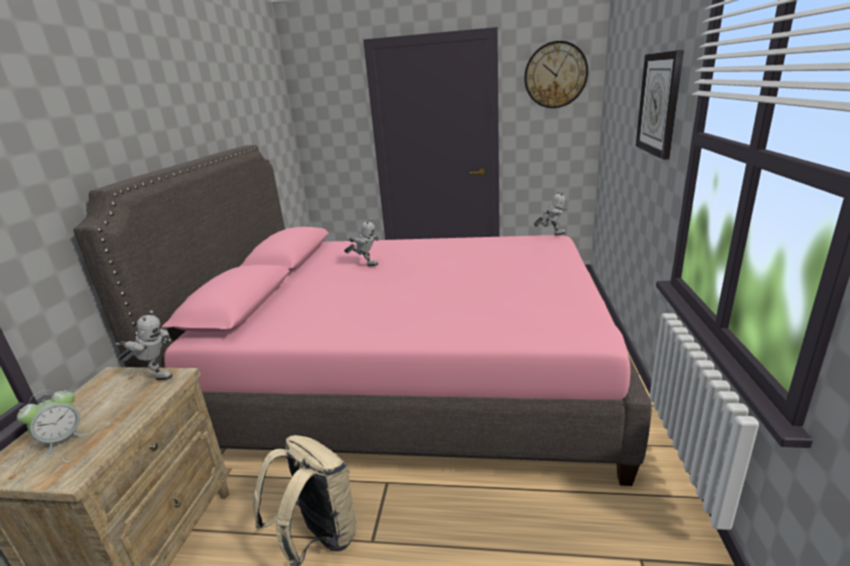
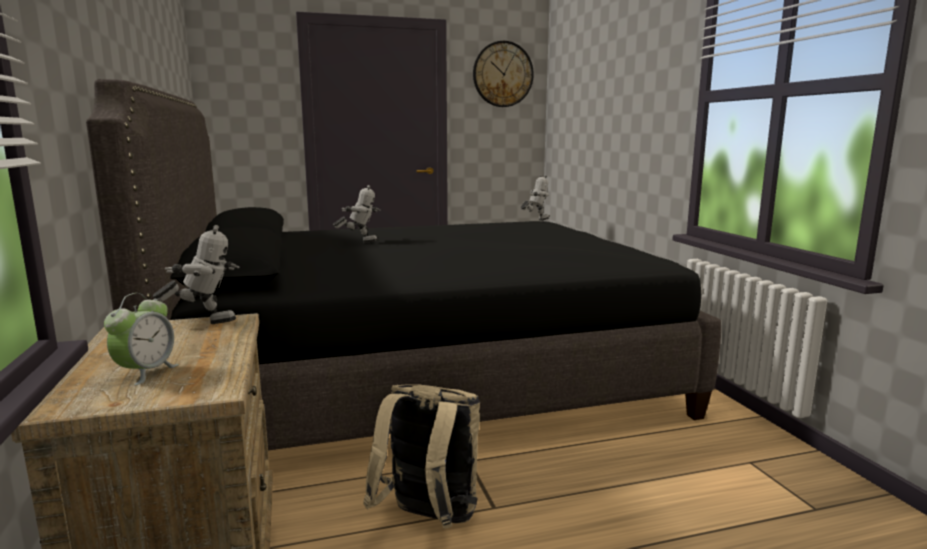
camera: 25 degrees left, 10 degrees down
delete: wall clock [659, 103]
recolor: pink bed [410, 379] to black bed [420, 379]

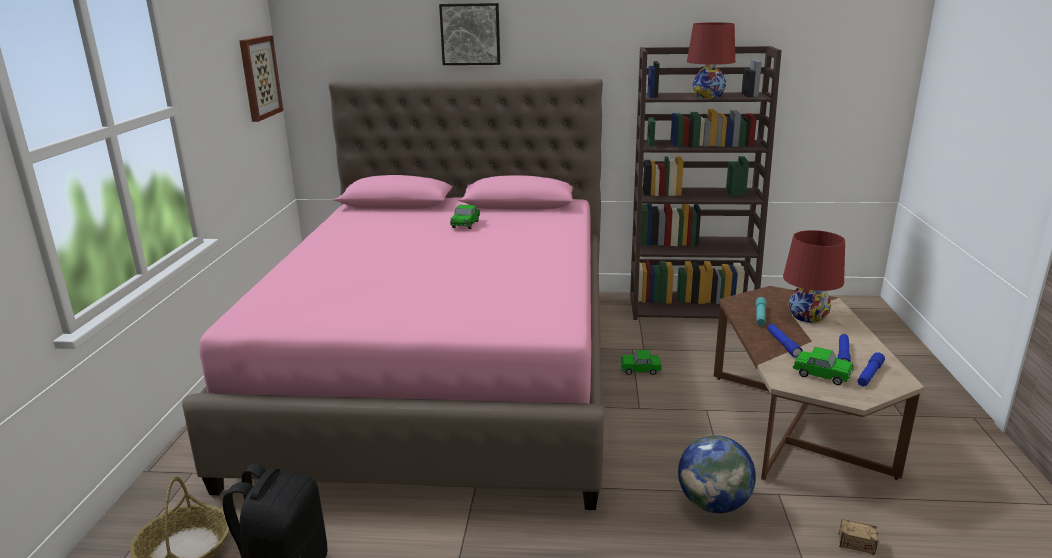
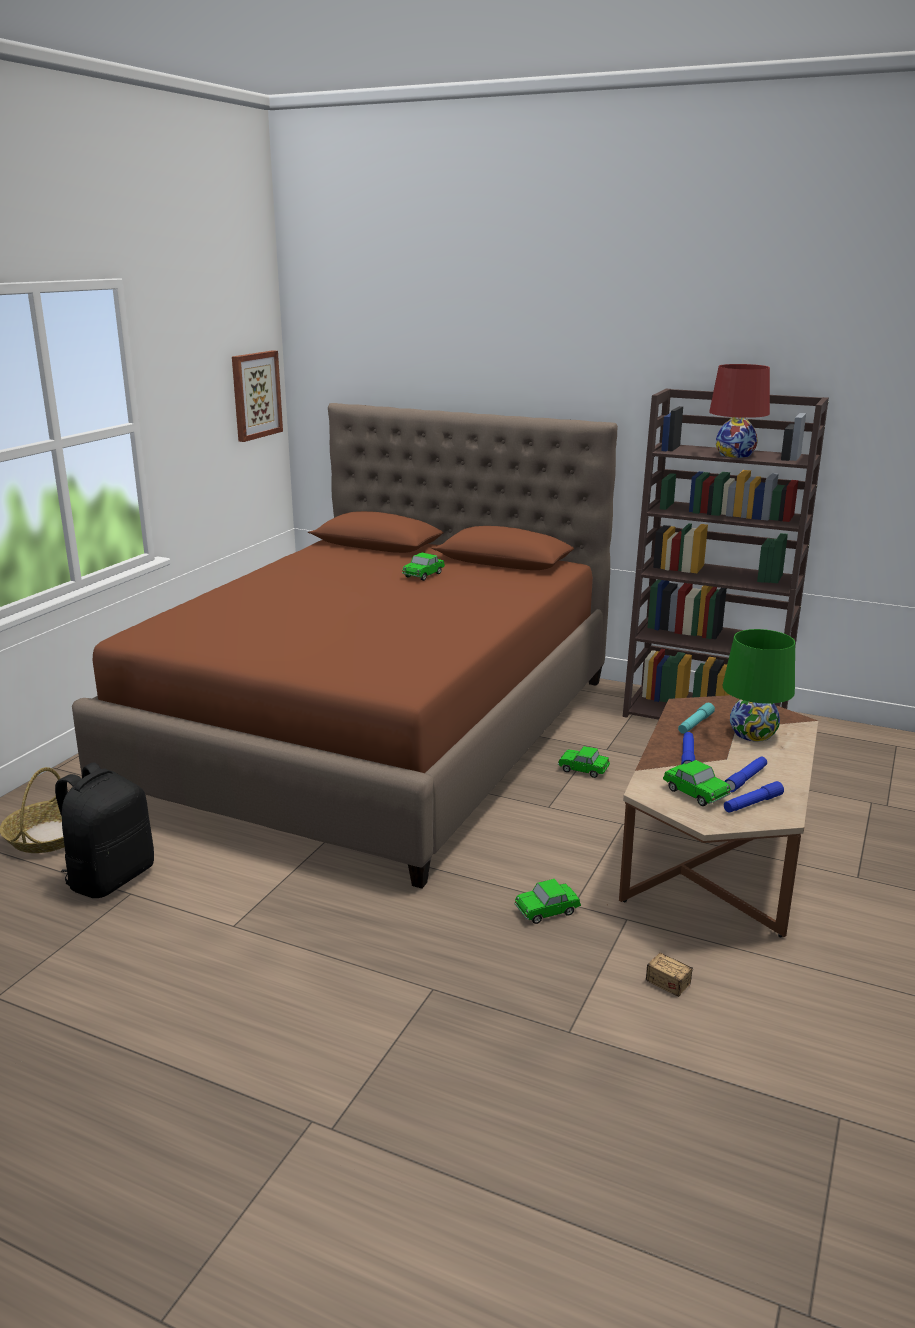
camera: 20 degrees right, 0 degrees up
delete: picture [470, 34]
replace: globe [713, 504] to toy car [547, 911]
recolor: pink bed [446, 371] to brown bed [376, 733]; red table lamp [808, 316] to green table lamp [752, 733]

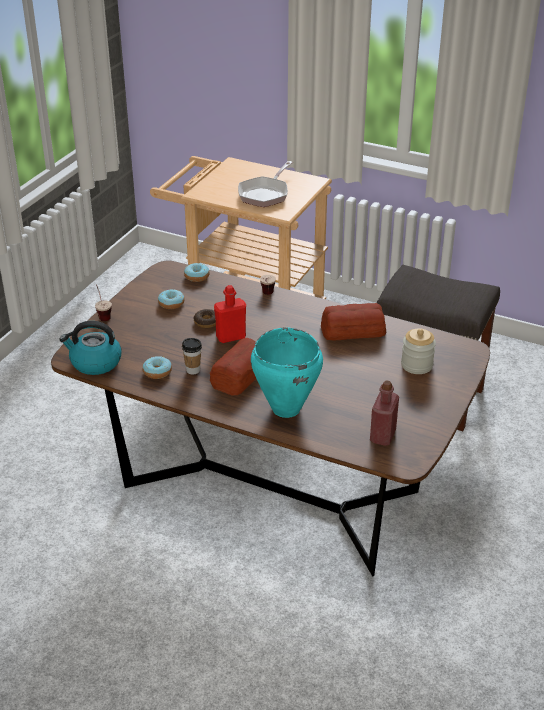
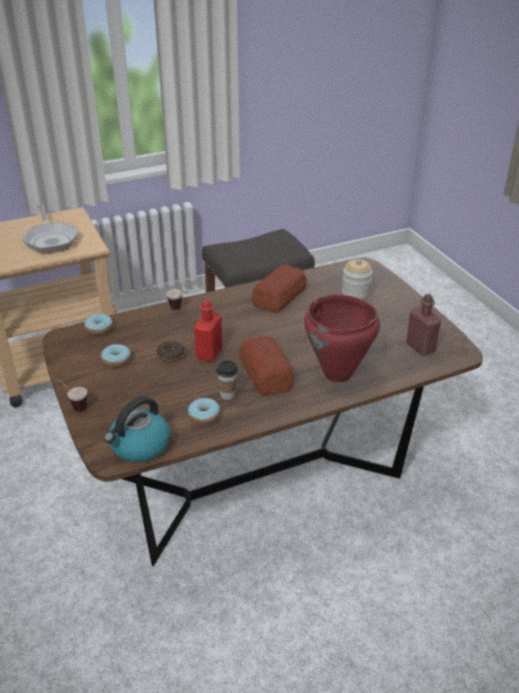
camera: 50 degrees left, 0 degrees up
recolor: turquoise cooking pot [285, 409] to red cooking pot [338, 374]

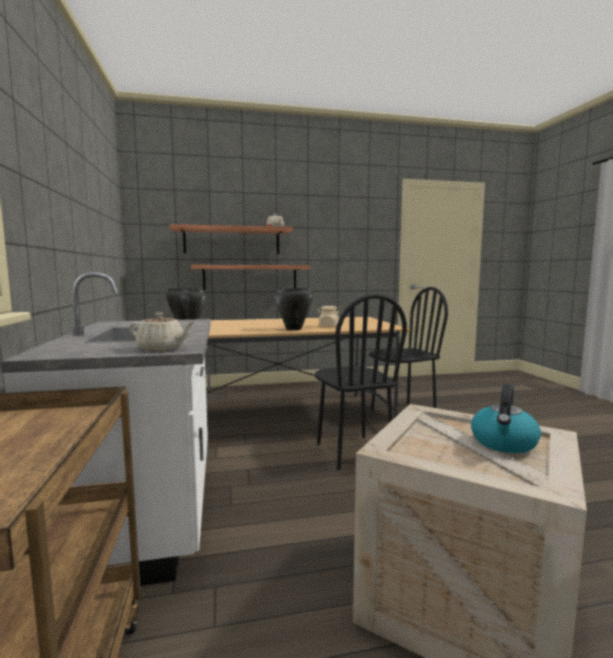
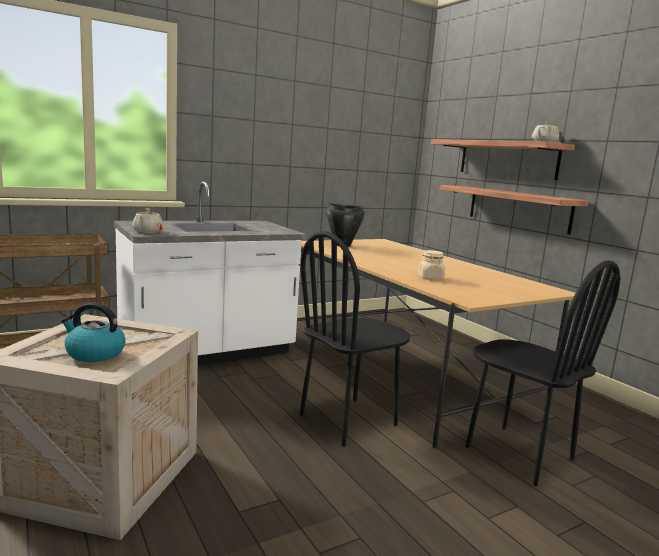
camera: 70 degrees right, 5 degrees up
delete: black cooking pot [293, 329]

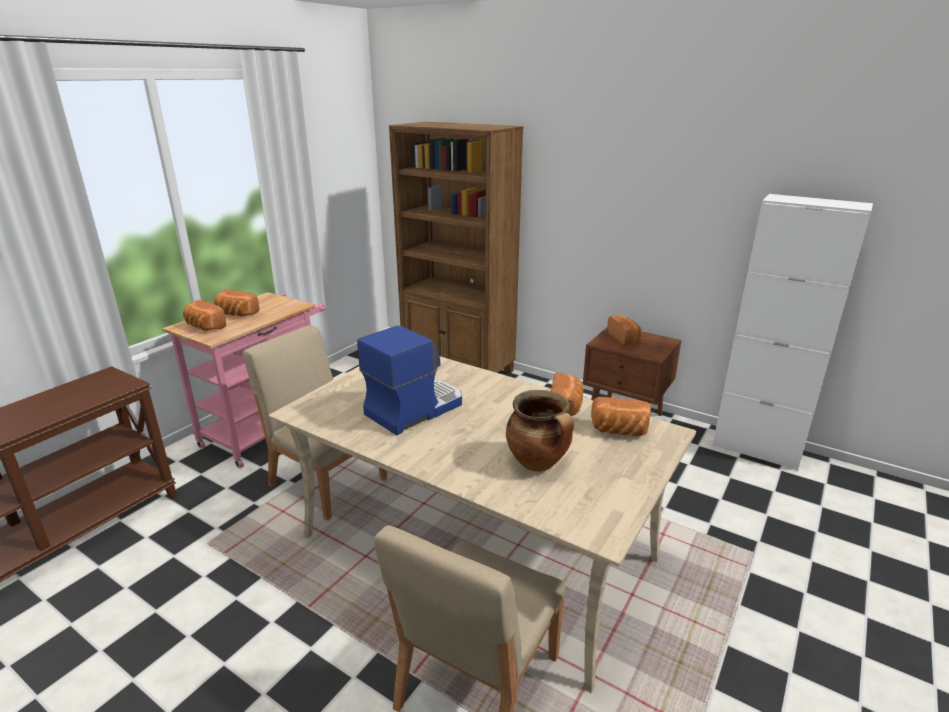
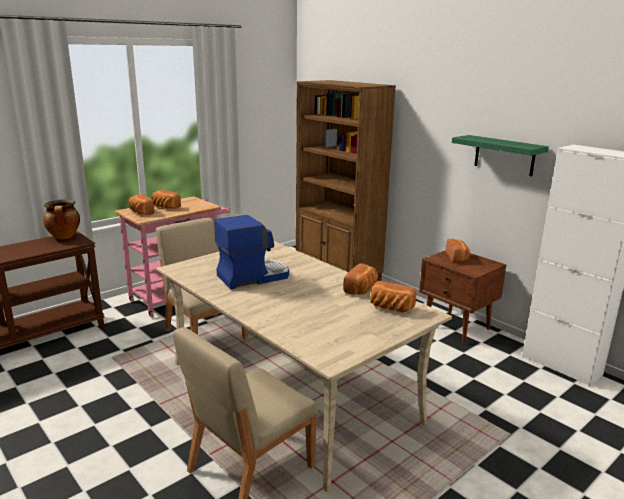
camera: 15 degrees right, 5 degrees down
insert: green shelf [504, 155]
move: cooking pot [539, 463] to [64, 237]

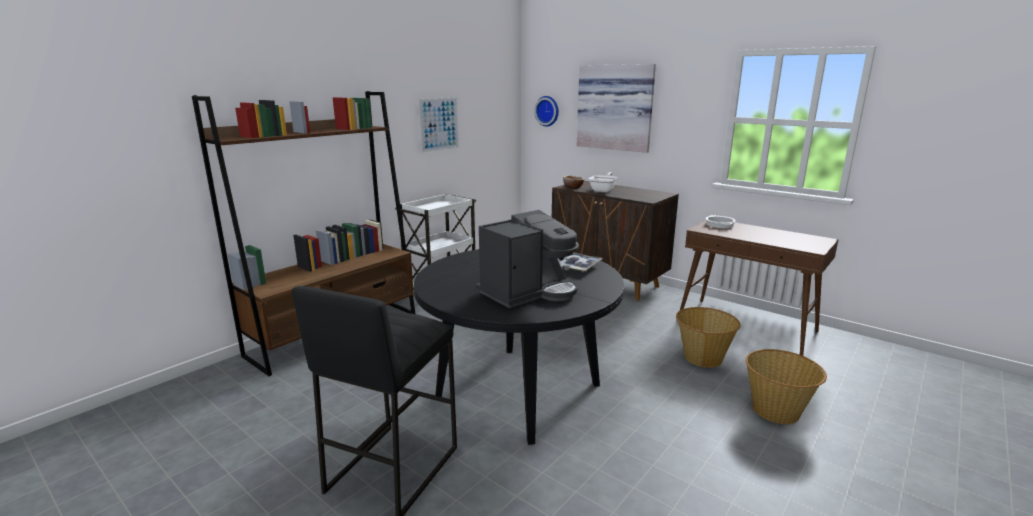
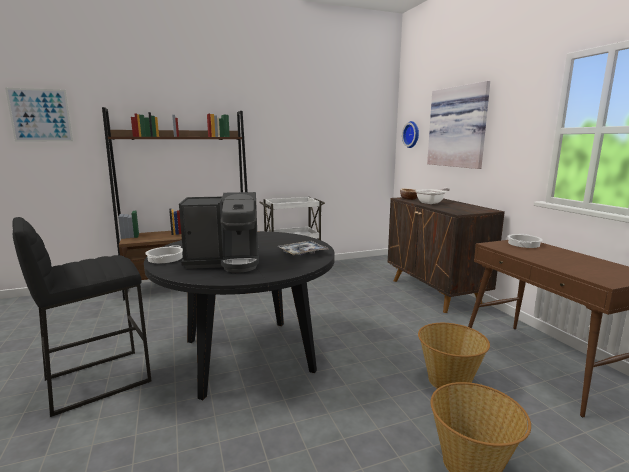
camera: 30 degrees right, 5 degrees down
insert: cooking pot [165, 258]
move: picture [439, 124] to [40, 115]

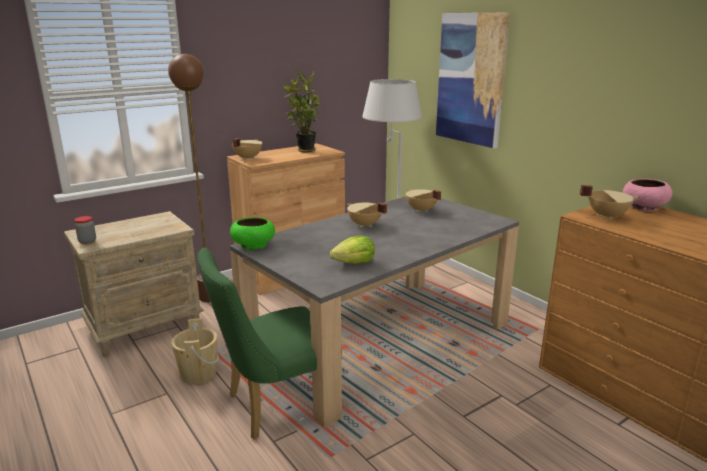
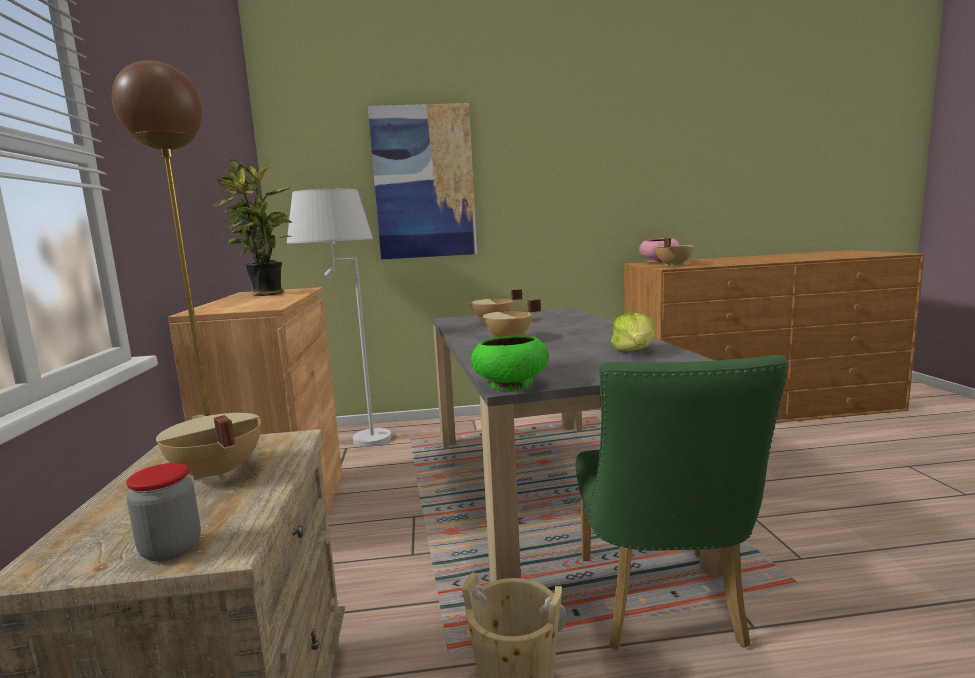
camera: 60 degrees left, 10 degrees down
move: beige cooking pot [247, 158] to [215, 474]

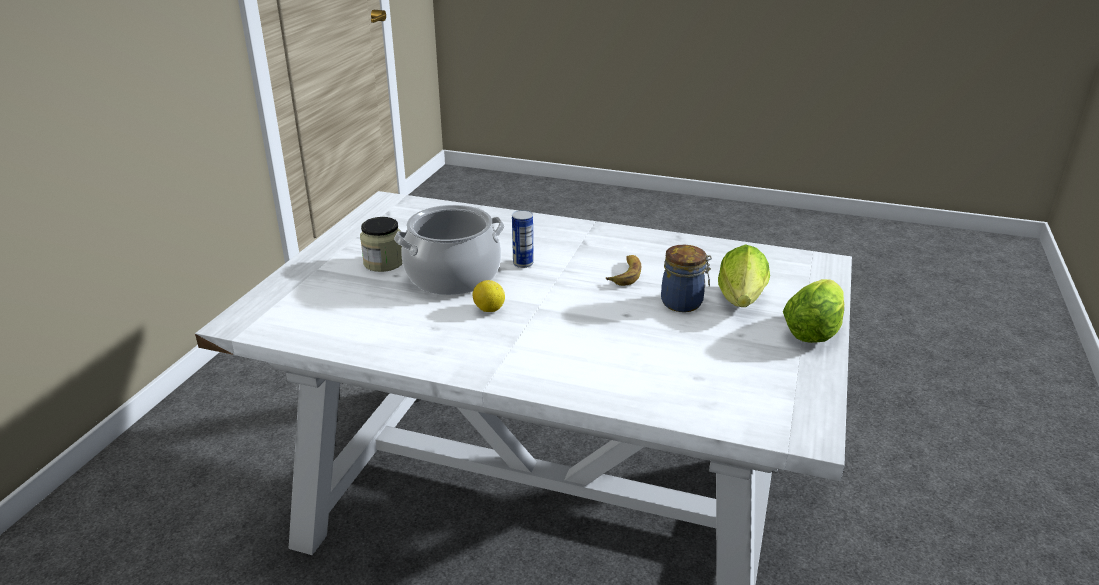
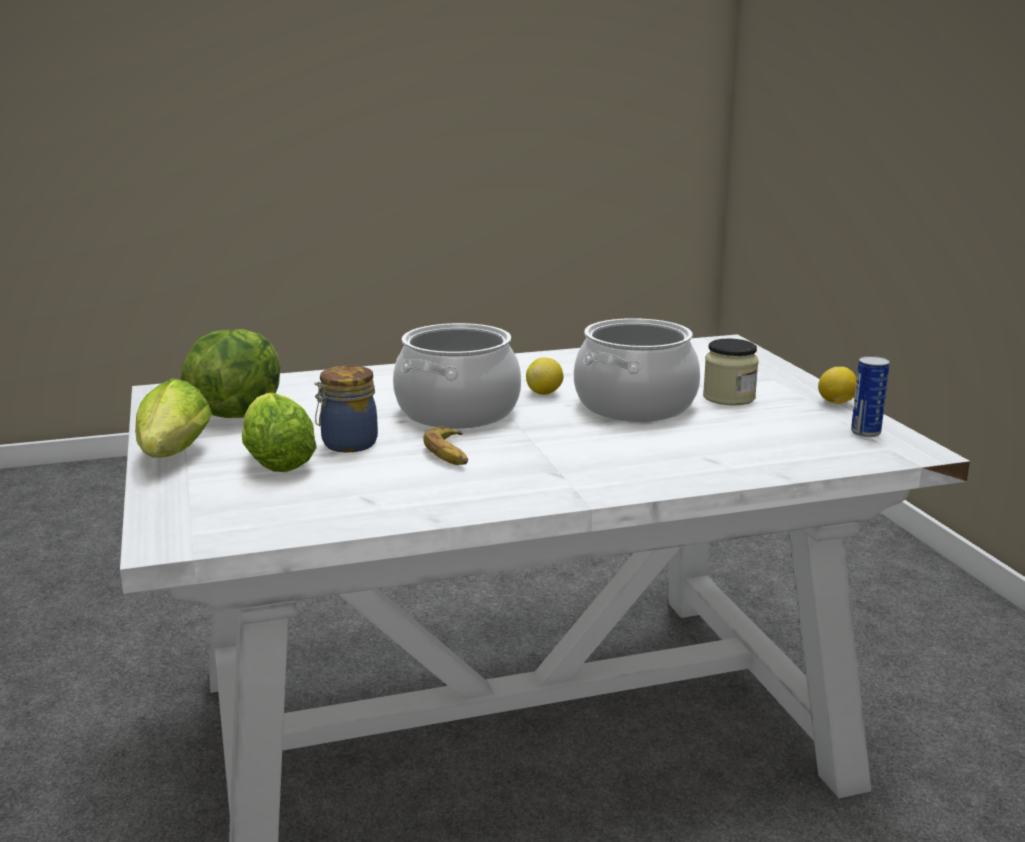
camera: 145 degrees right, 10 degrees down
insert: lettuce [235, 413]; cooking pot [457, 411]; lemon [836, 403]
move: can [523, 263] to [865, 432]

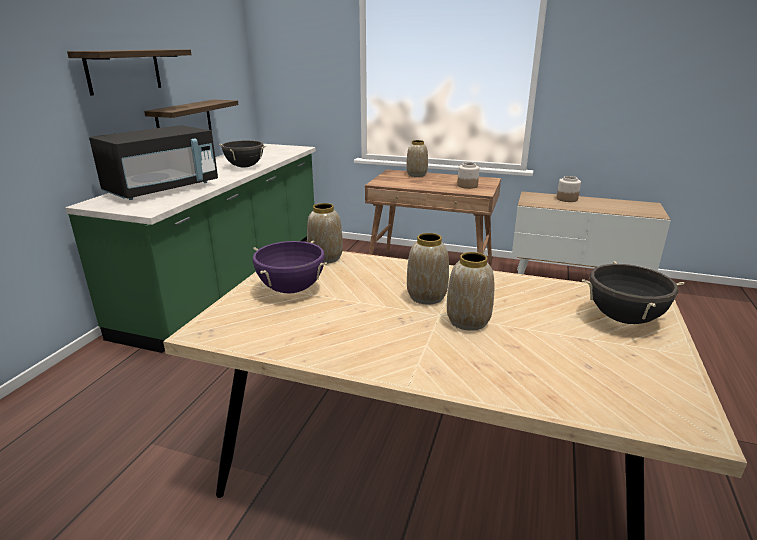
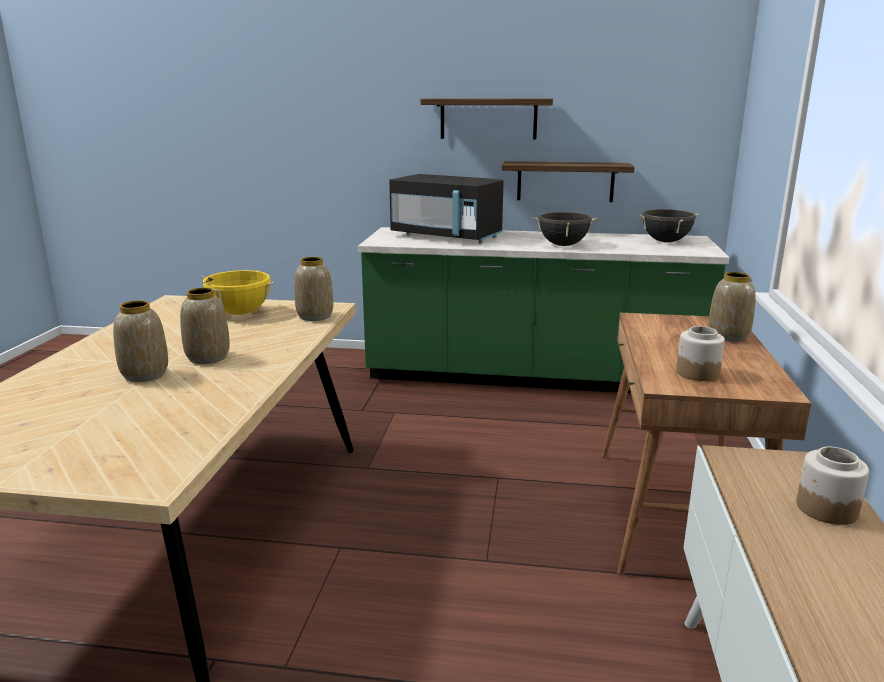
camera: 80 degrees right, 5 degrees down
move: black cooking pot [624, 319] to [665, 241]
recolor: purple cooking pot [291, 289] to yellow cooking pot [240, 313]

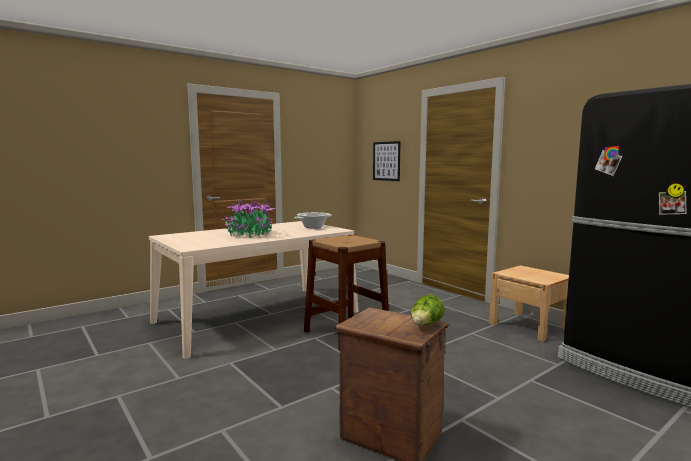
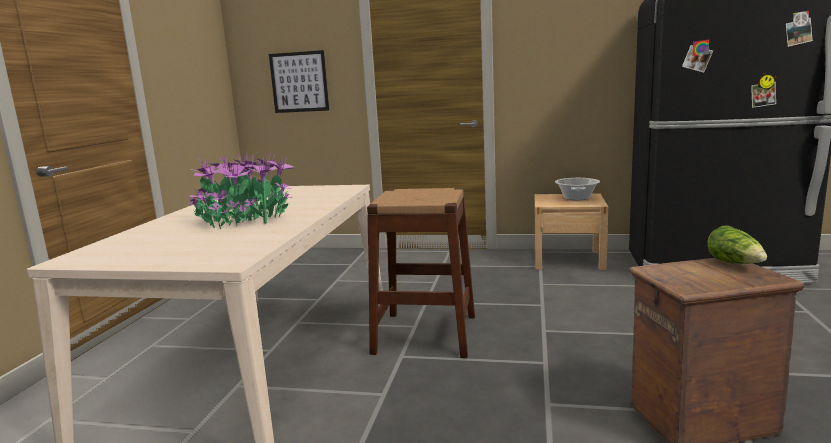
camera: 40 degrees left, 5 degrees up
move: cooking pot [313, 227] to [577, 198]

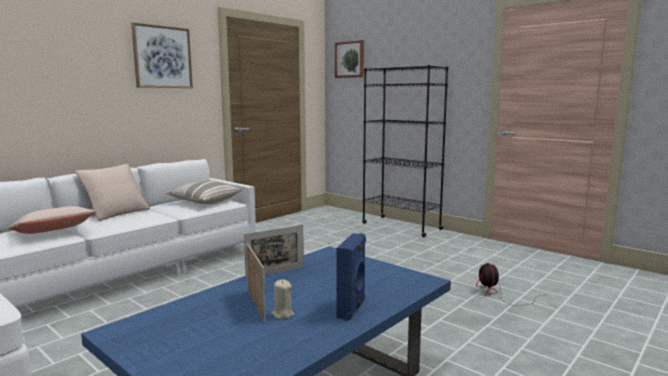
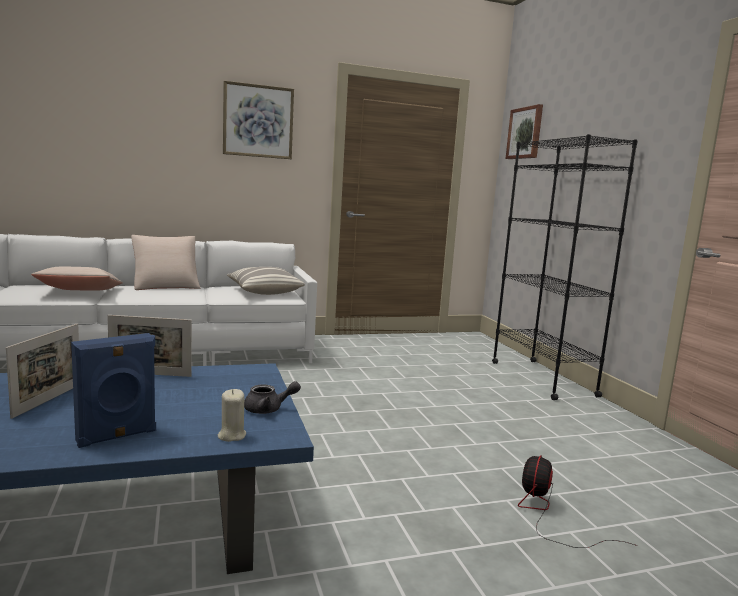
camera: 30 degrees right, 0 degrees up
insert: grey teapot [268, 409]
move: beige candle [282, 314] to [231, 435]

